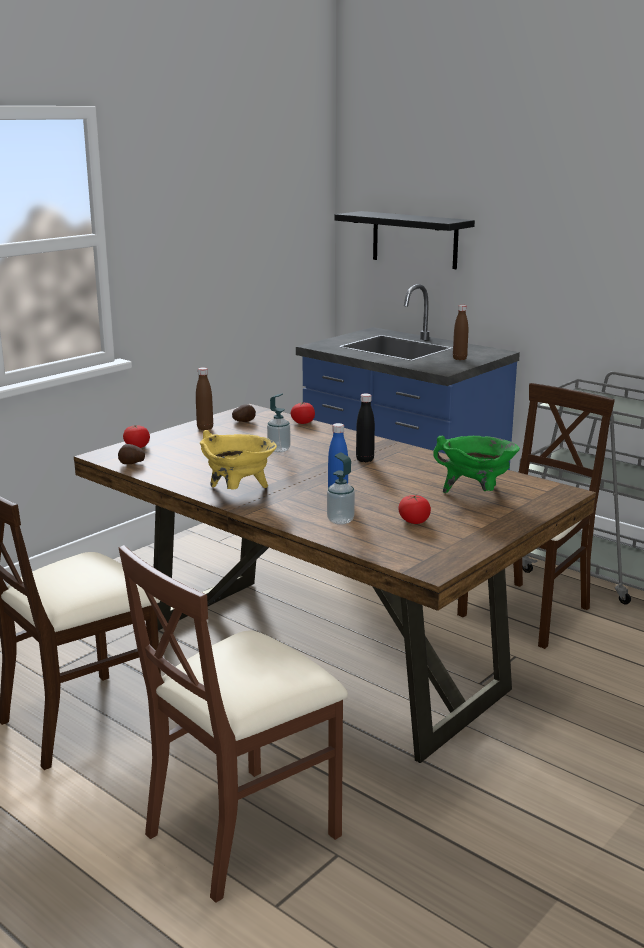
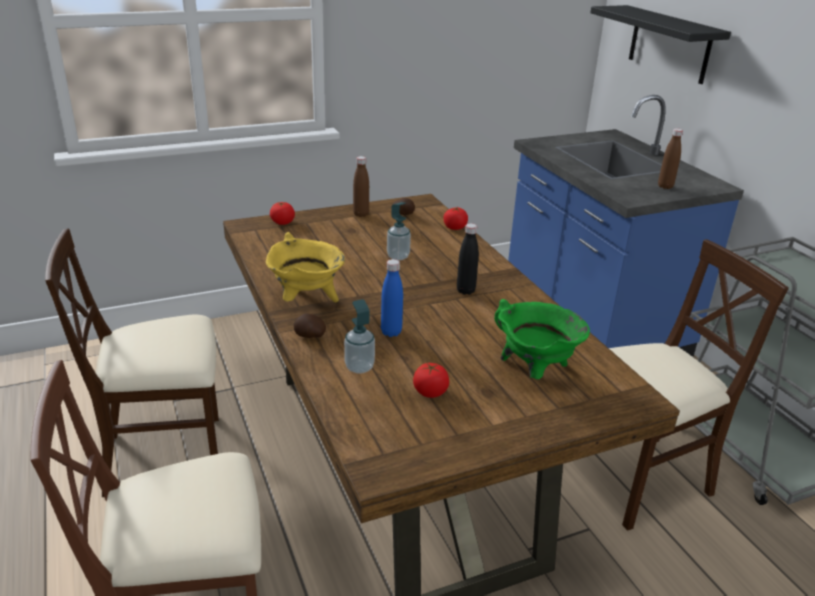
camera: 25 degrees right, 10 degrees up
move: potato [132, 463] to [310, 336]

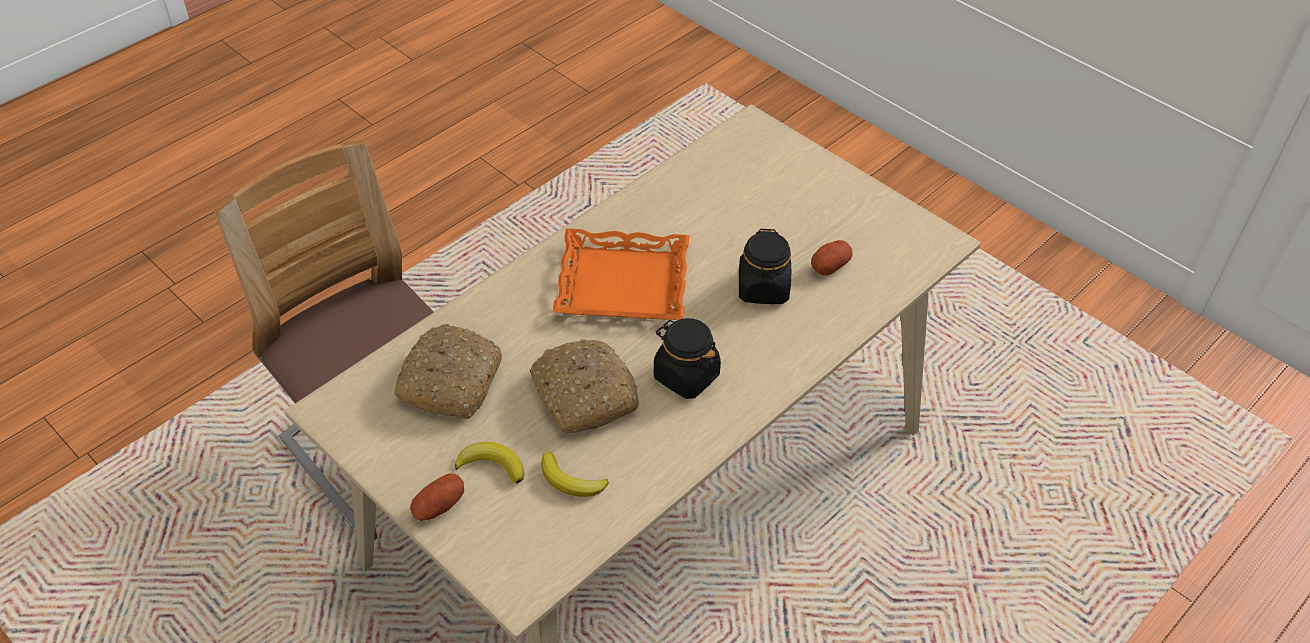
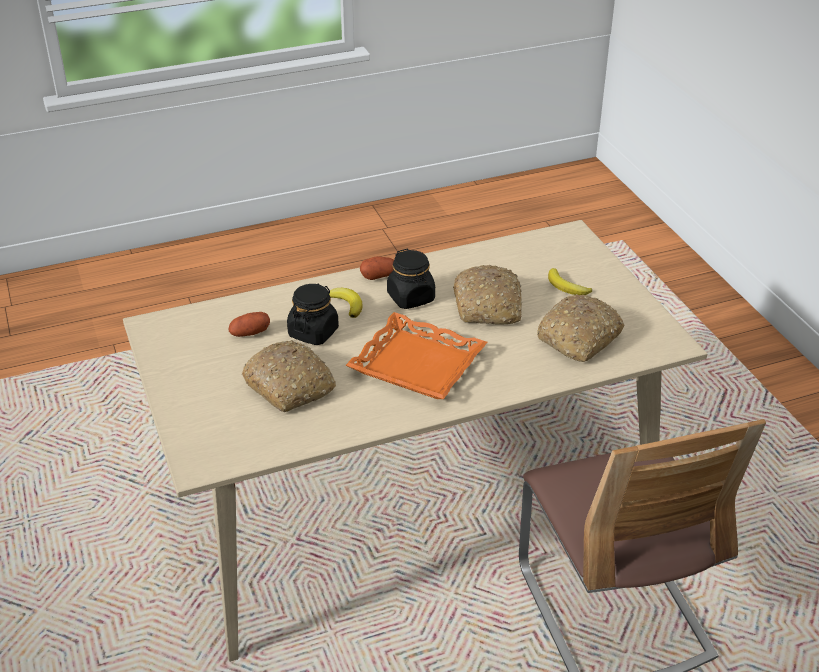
camera: 155 degrees left, 10 degrees down
insert: bread [290, 386]
move: banana [571, 480] to [346, 304]; potato [439, 506] to [379, 276]

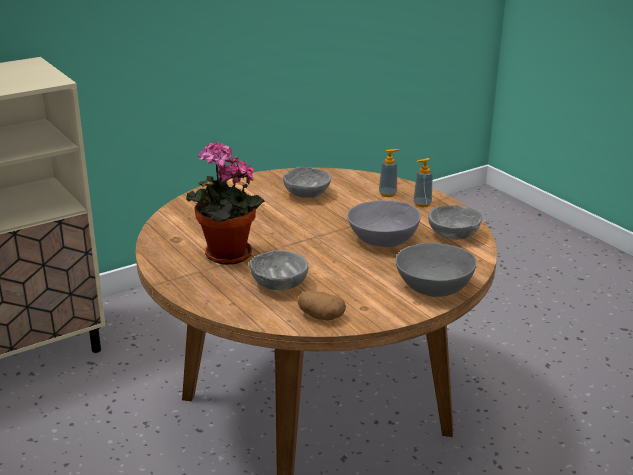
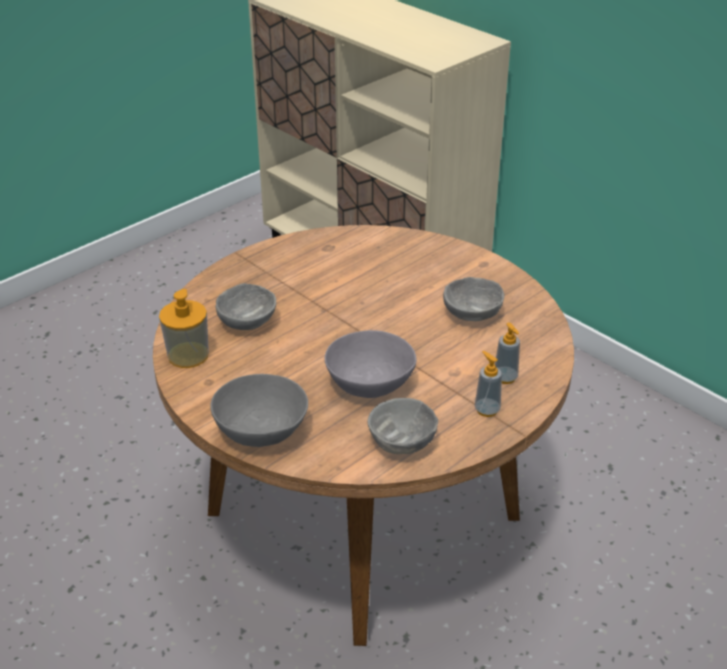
camera: 80 degrees right, 10 degrees up
delete: potted plant [224, 256]
replace: potato [320, 316] to soap dispenser [188, 355]

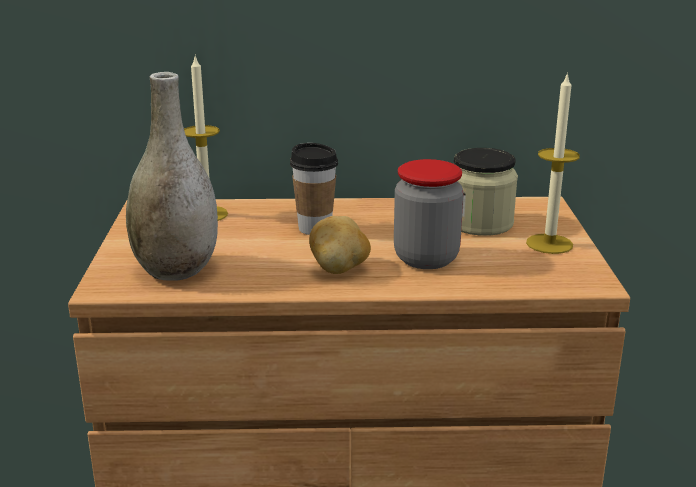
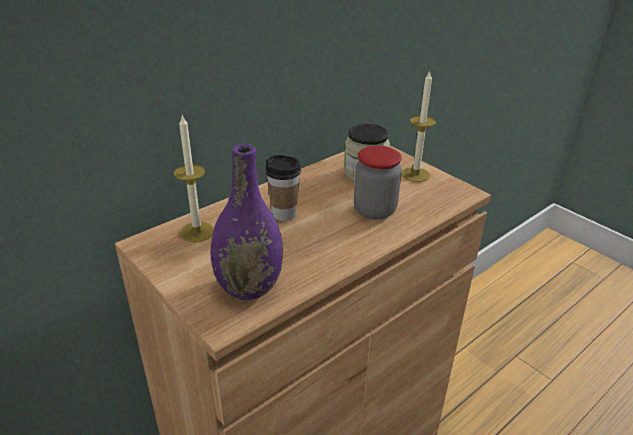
camera: 40 degrees left, 10 degrees up
delete: potato [339, 269]
recolor: grey vase [176, 270] to purple vase [249, 287]

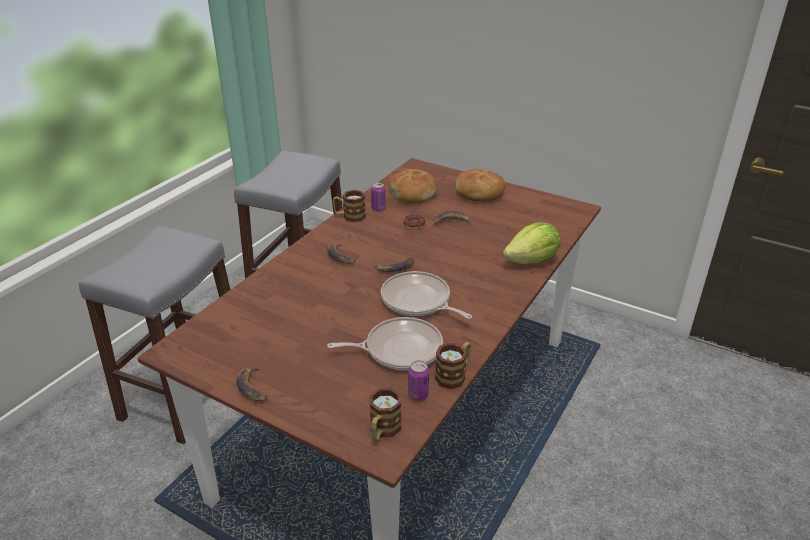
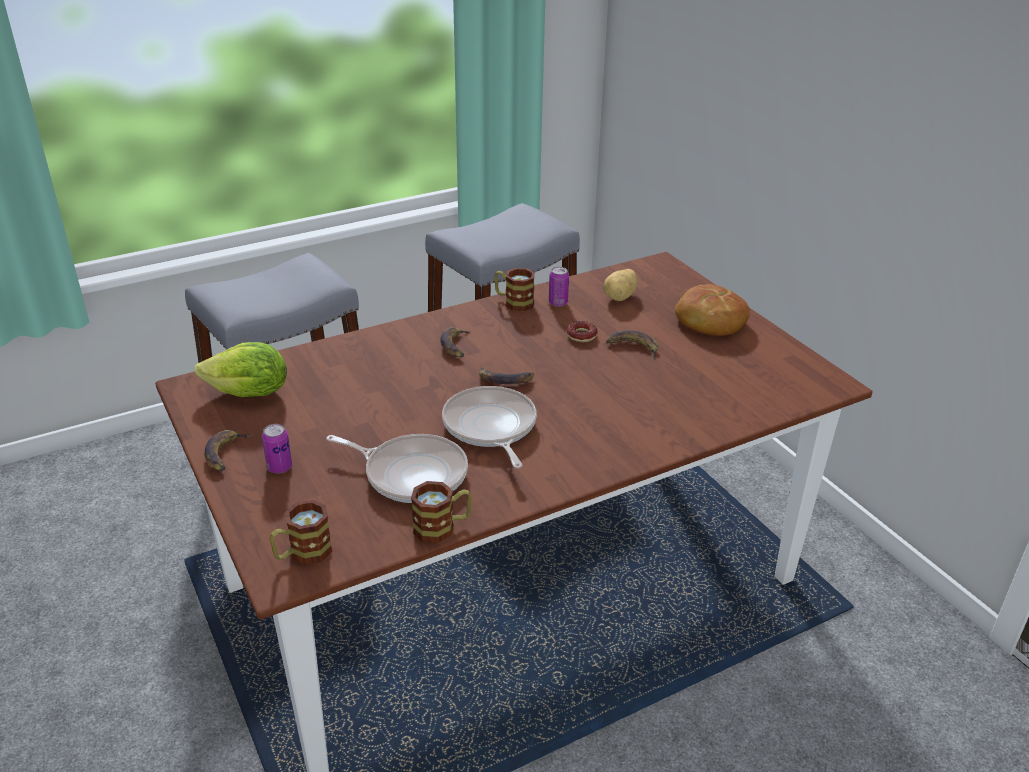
camera: 30 degrees right, 0 degrees up
move: lettuce [532, 261] to [250, 394]; can [418, 395] to [279, 467]
replace: bread [413, 193] to potato [620, 297]

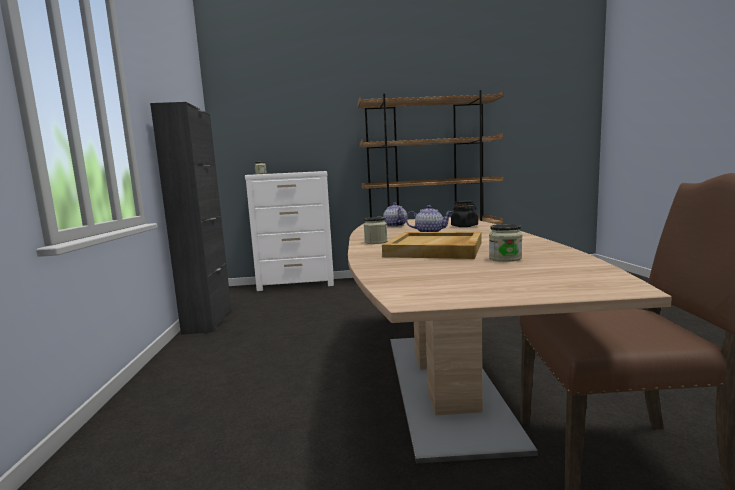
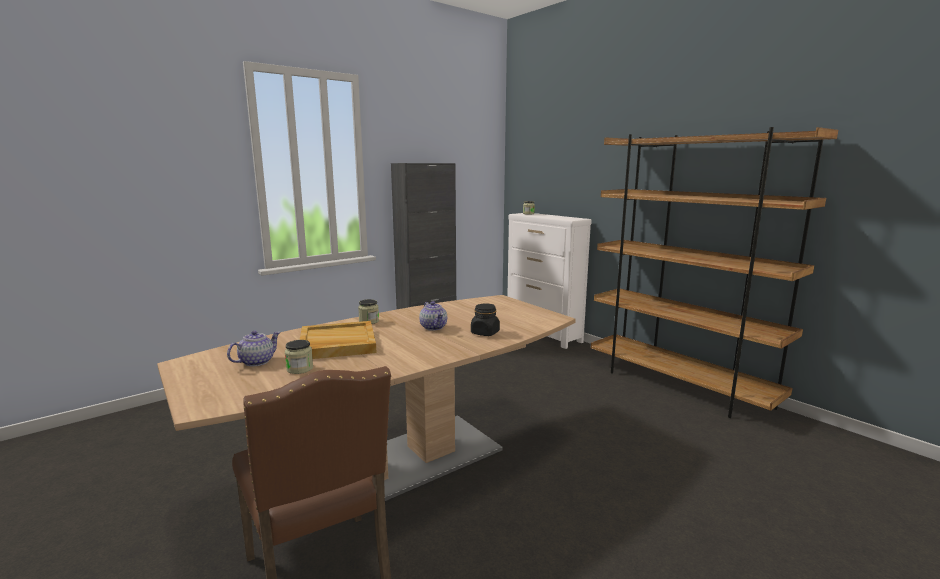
camera: 55 degrees right, 5 degrees up
move: teapot [395, 225] to [257, 361]

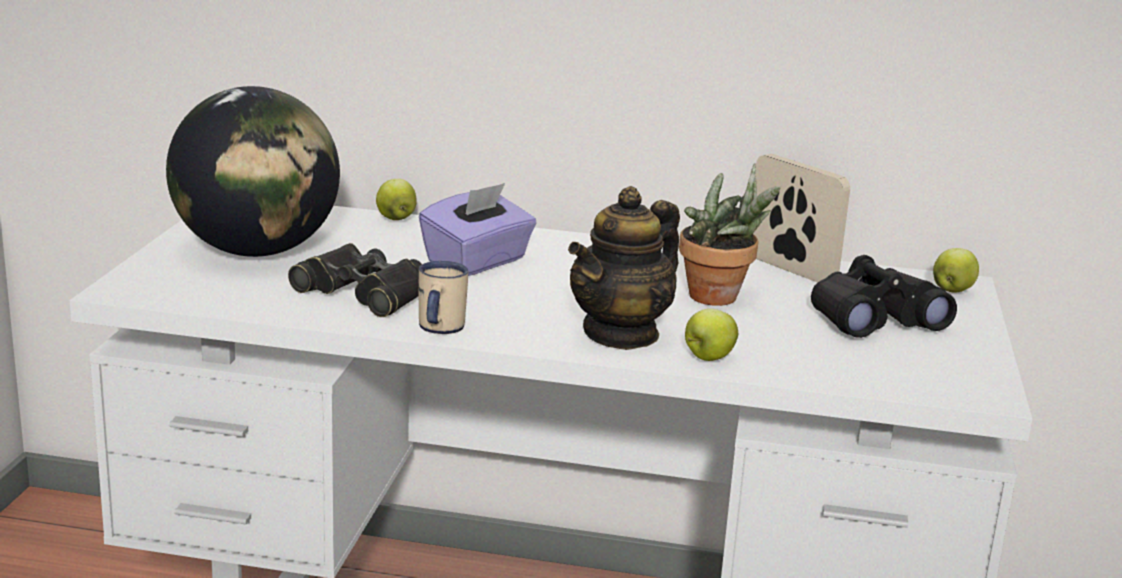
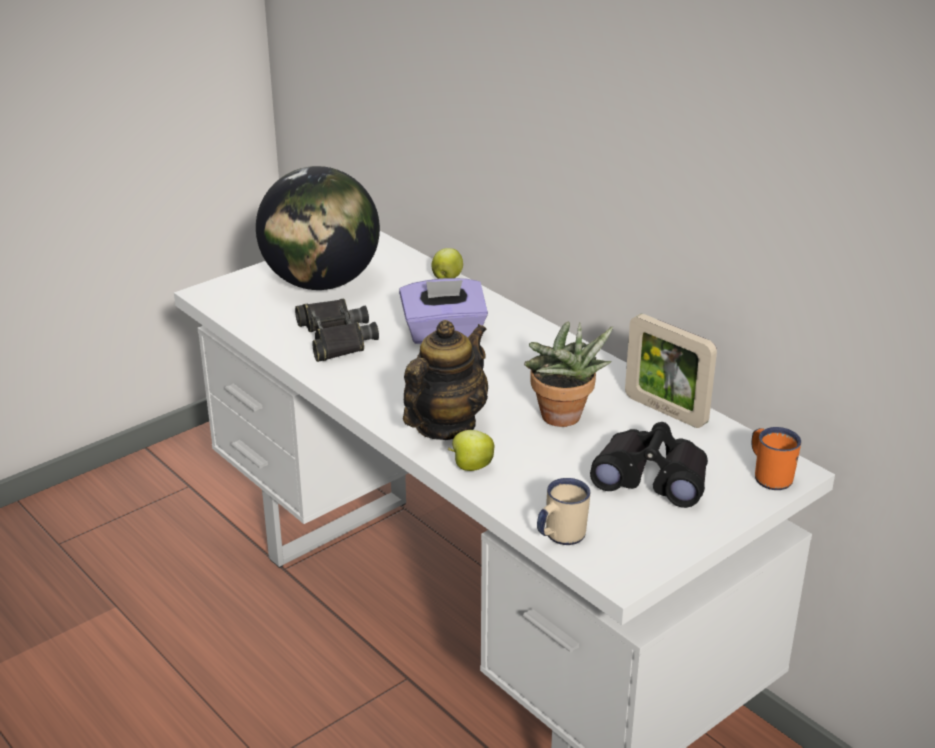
camera: 40 degrees right, 10 degrees up
move: beige mug [438, 329] to [559, 536]
replace: apple [952, 291] to orange mug [769, 475]
rotate: teapot [621, 333] = [445, 426] 135 degrees clockwise; picture frame [790, 269] = [665, 411] 135 degrees clockwise

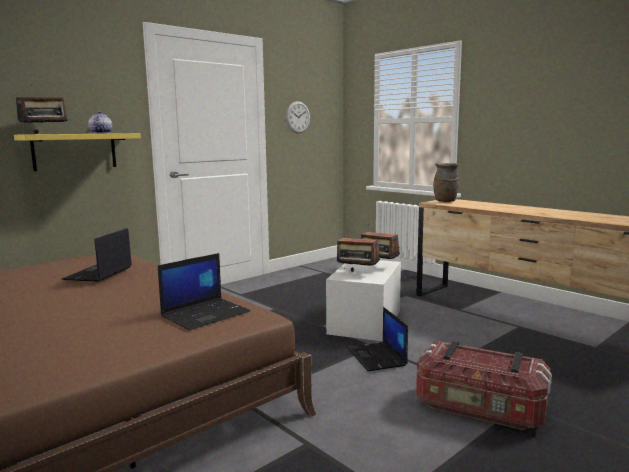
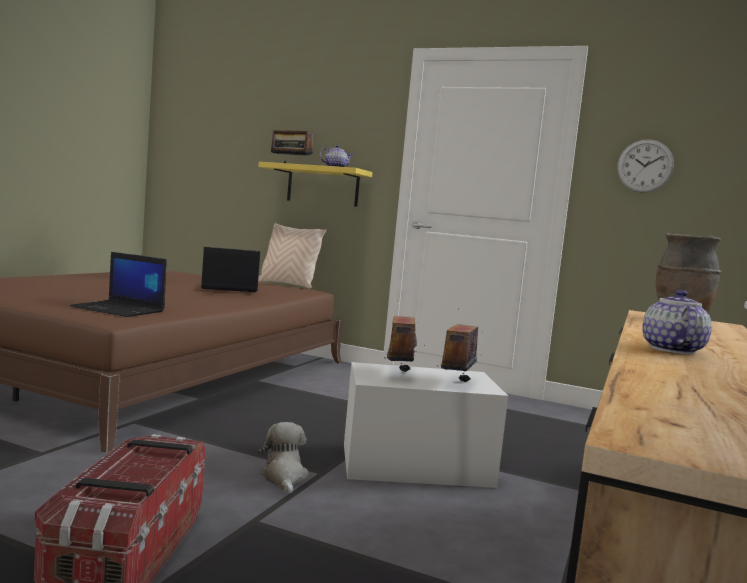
camera: 65 degrees right, 5 degrees down
insert: beige pillow [287, 285]; teapot [672, 349]
replace: laptop [377, 357] to plush toy [284, 477]

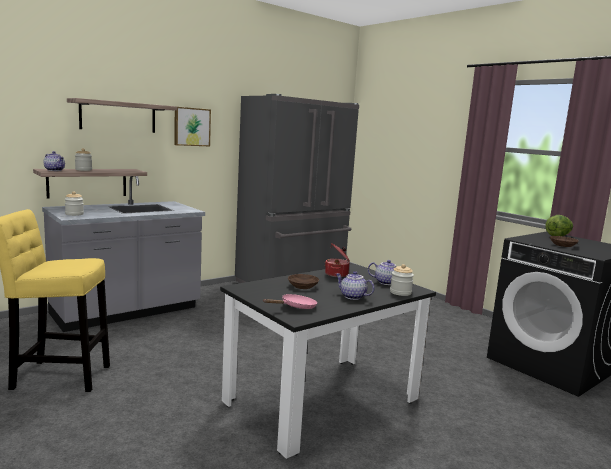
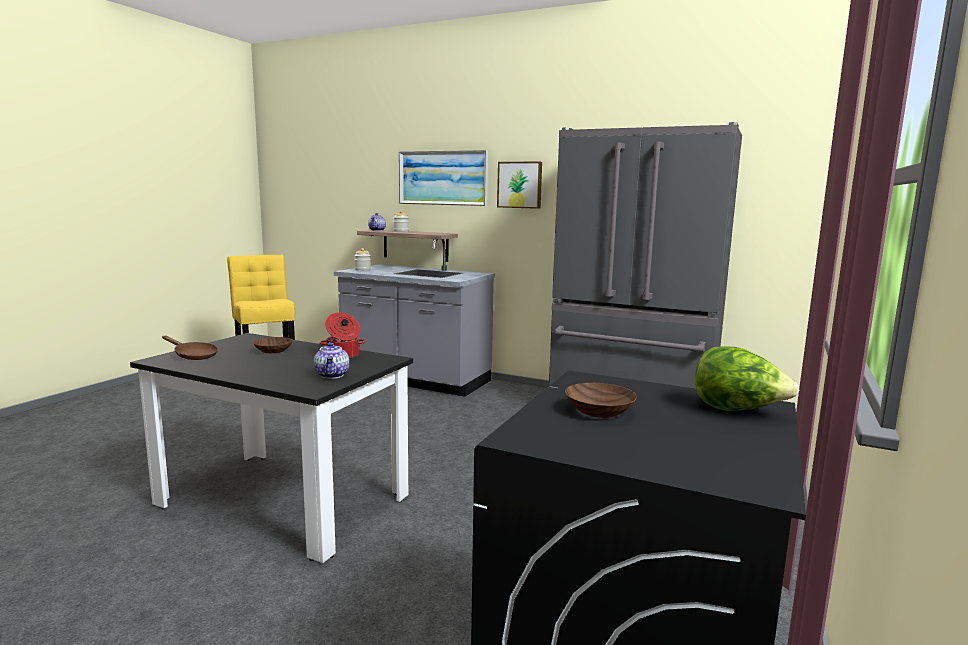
camera: 65 degrees right, 0 degrees up
delete: teapot [352, 297]; jar [400, 292]
replace: shelf [118, 116] to picture [443, 178]
recolor: pink frying pan [295, 307] to brown frying pan [193, 356]

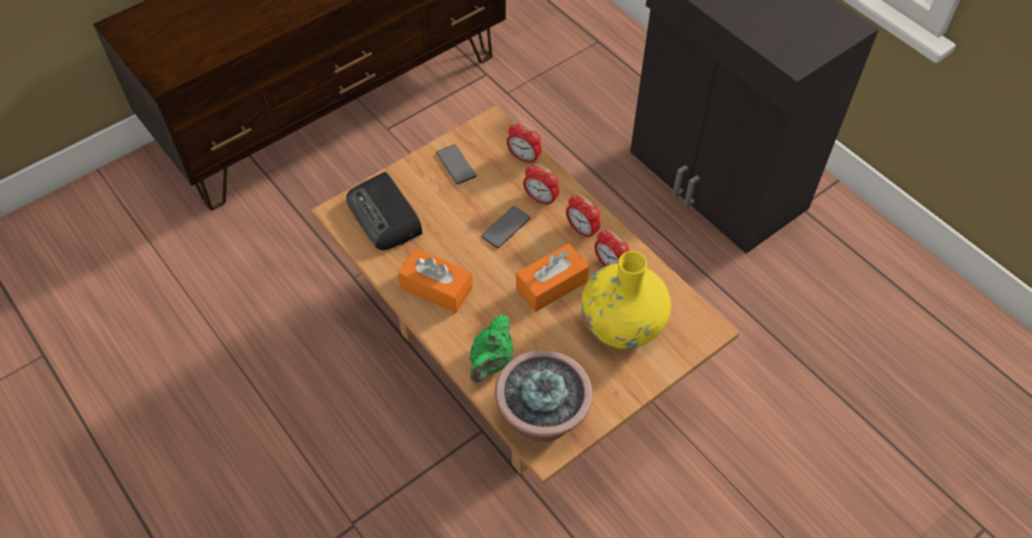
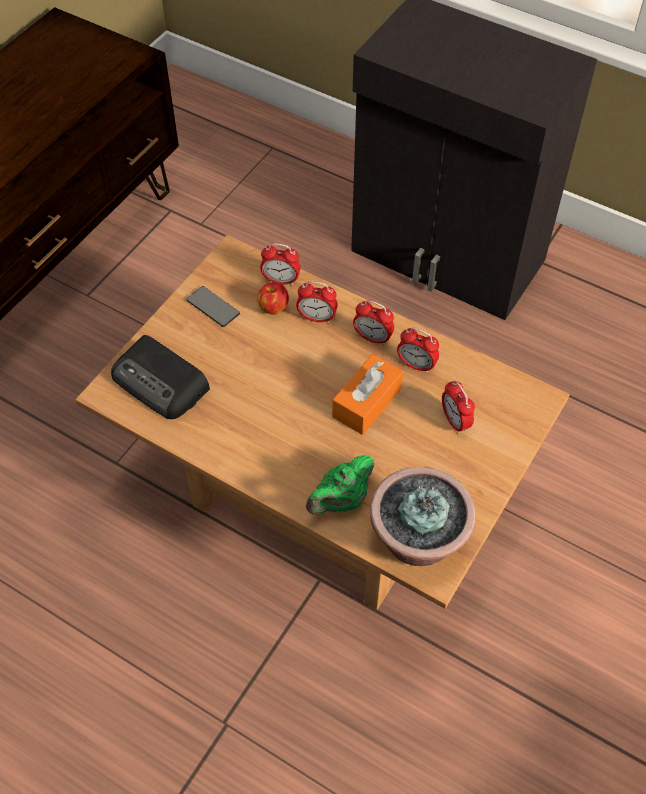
camera: 20 degrees left, 0 degrees up
delete: orange tissue box [436, 288]; phone [506, 228]
insert: apple [273, 307]
replace: yellow vase [622, 325] to alarm clock [455, 421]
rotate: green teapot [491, 362] = [341, 500] 45 degrees clockwise

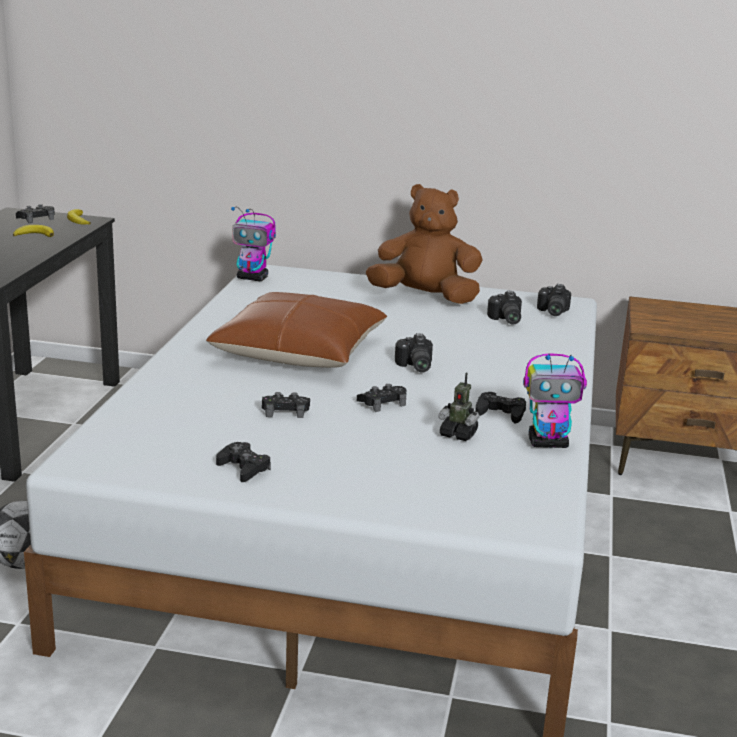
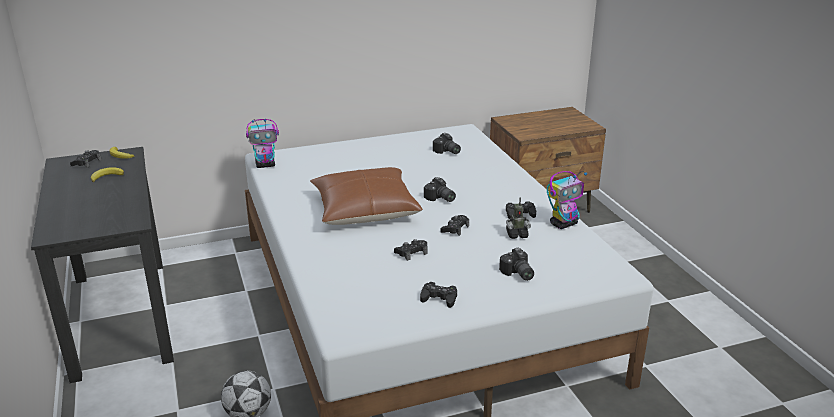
camera: 30 degrees left, 5 degrees up
delete: brown plush toy [425, 297]
move: photo camera [551, 311] to [517, 274]

